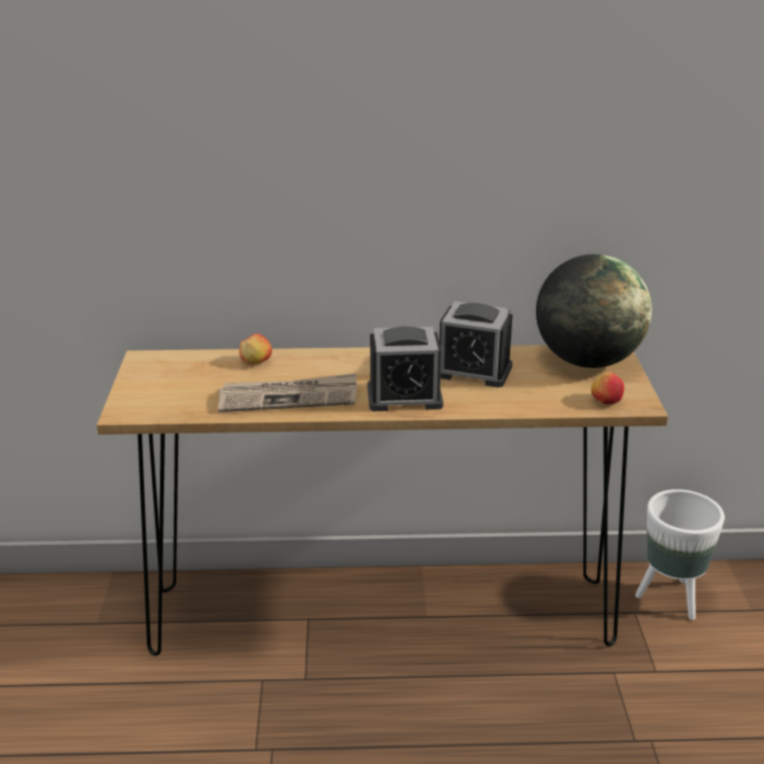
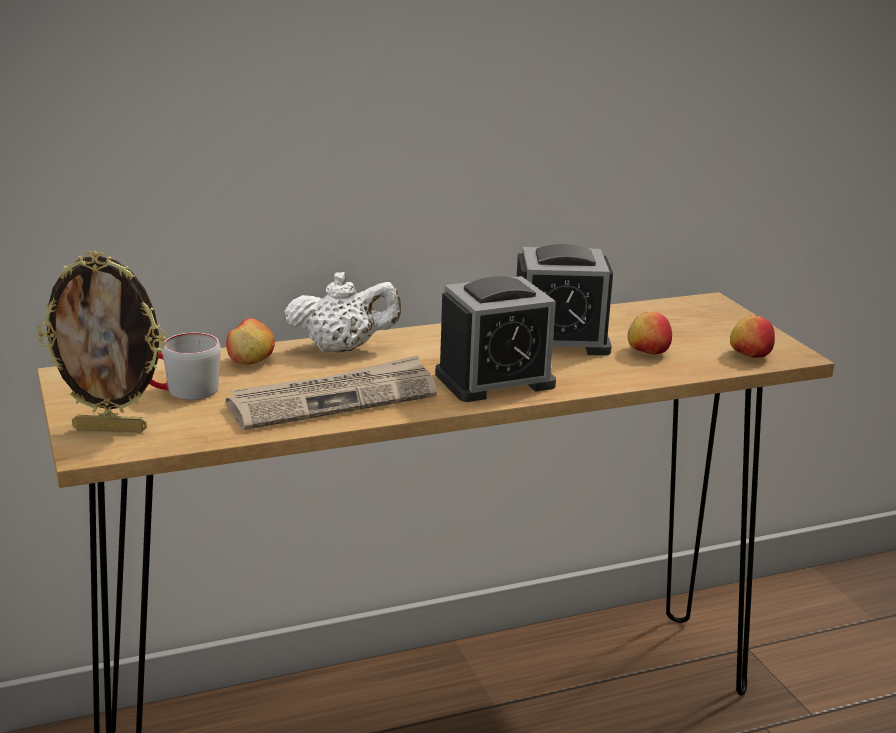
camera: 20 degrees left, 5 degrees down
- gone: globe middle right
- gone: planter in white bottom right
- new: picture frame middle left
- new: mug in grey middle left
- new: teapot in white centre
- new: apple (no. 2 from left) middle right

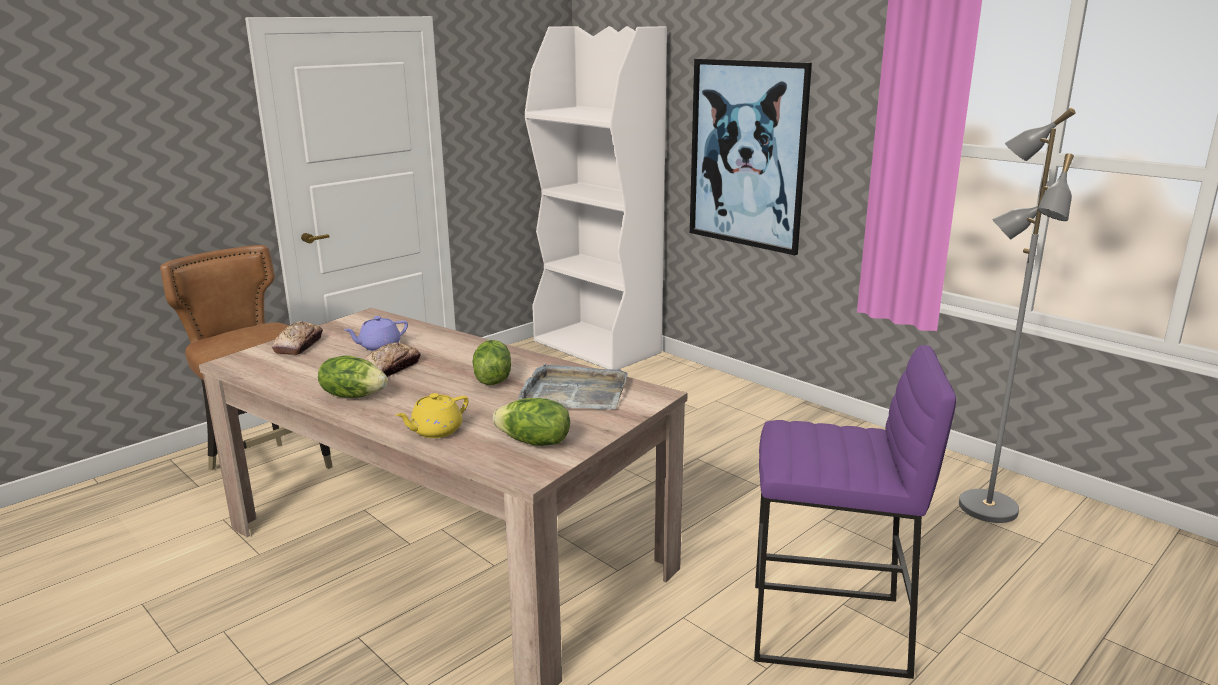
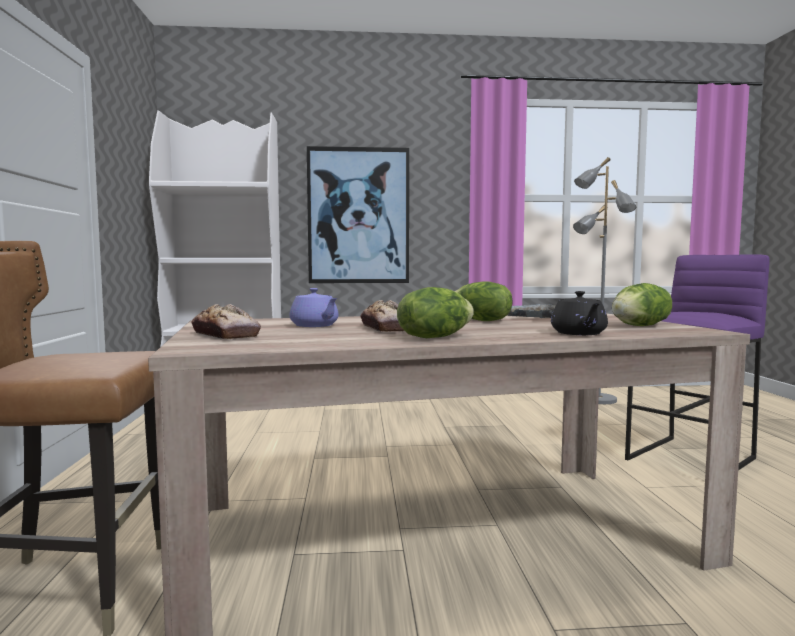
camera: 50 degrees left, 15 degrees down
- rotated: teapot in purple middle left = centre 45 degrees counterclockwise
- repainted: teapot in yellow centre to teapot in black middle right

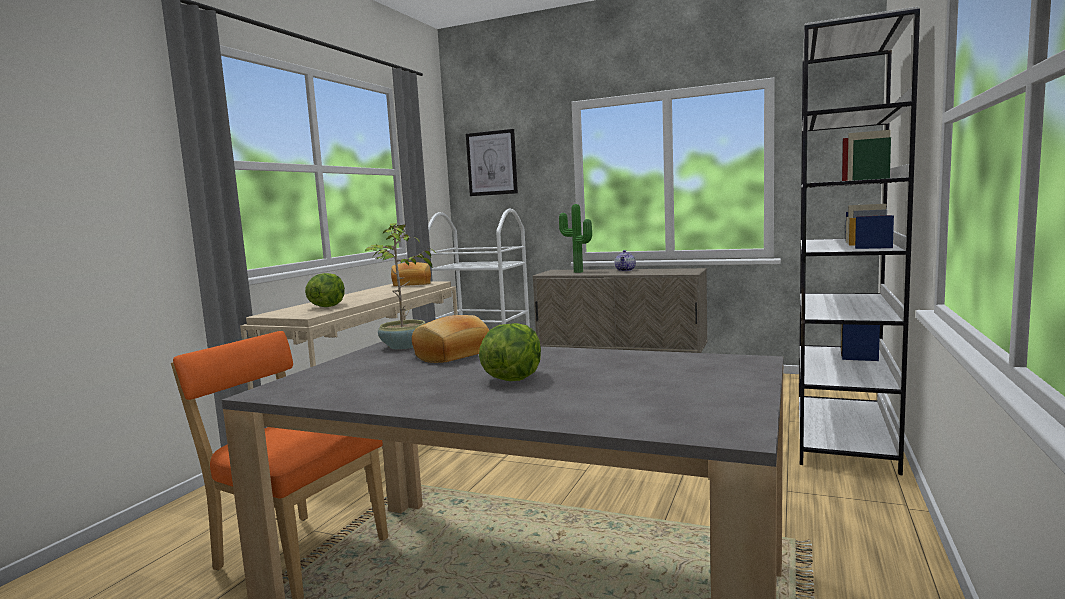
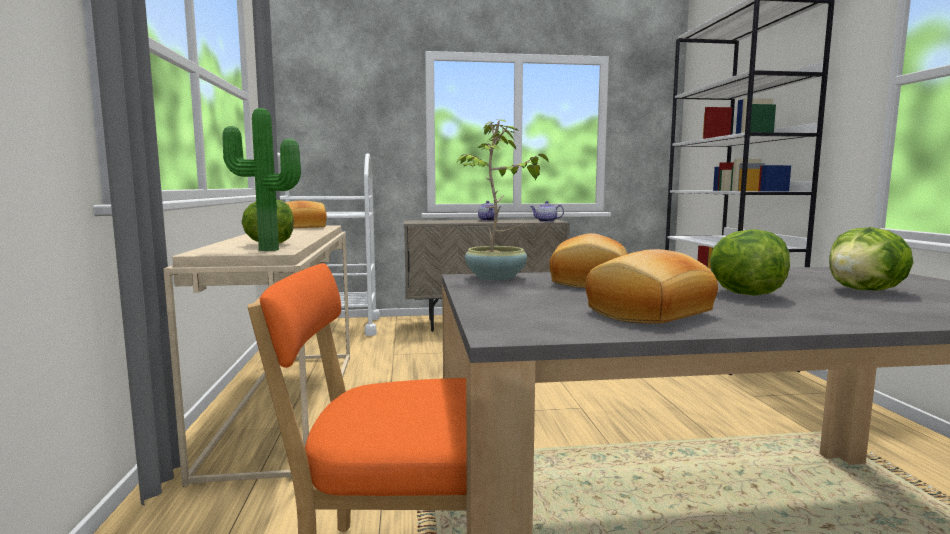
camera: 30 degrees left, 0 degrees up
- gone: picture top centre
- shifted: potted plant (no. 2 from left in the first image) centre to potted plant (no. 1 from left) middle left
- new: teapot (no. 2 from left) centre
- new: bread (no. 3 from left) middle right
- new: lettuce (no. 3 from left) middle right

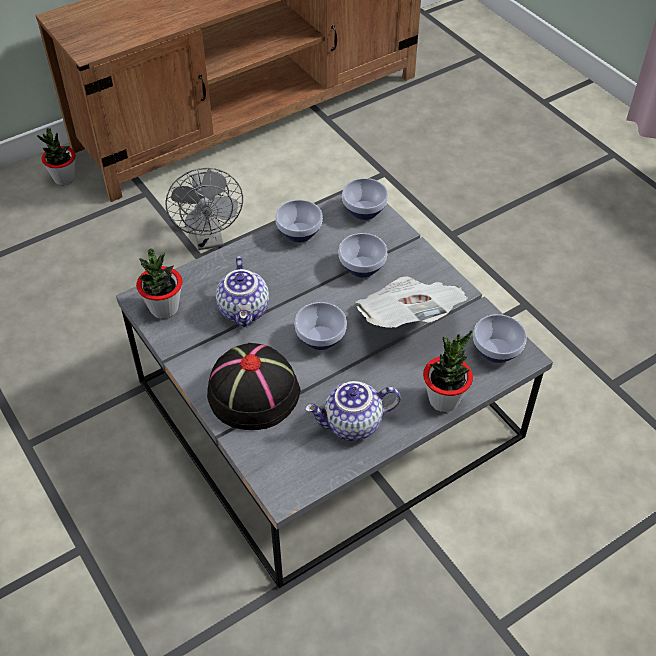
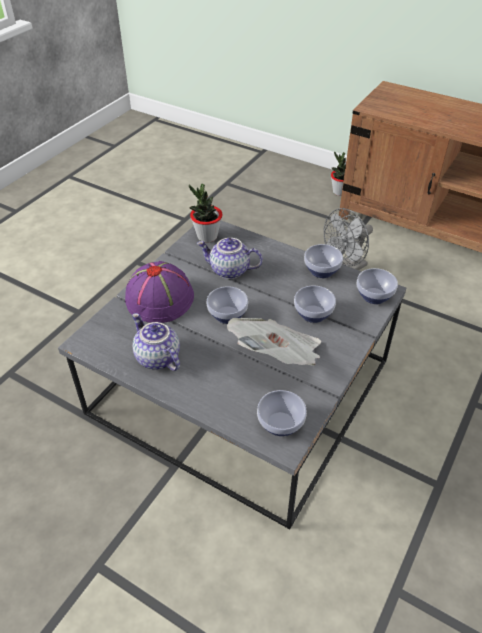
camera: 65 degrees right, 5 degrees down
- repainted: hat in black centre to hat in purple middle left
- rotated: teapot (no. 1 from left in the first image) centre = centre 45 degrees clockwise
- gone: potted plant (no. 3 from left) middle right

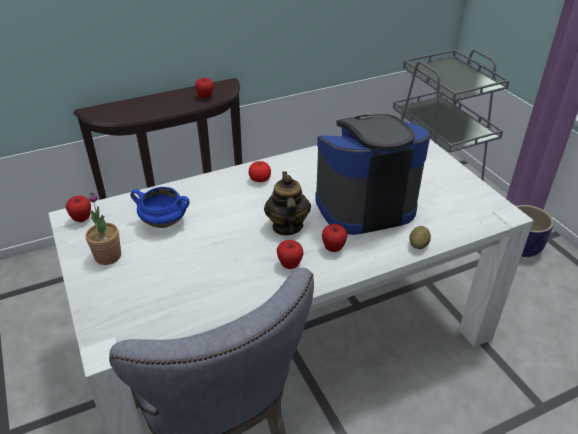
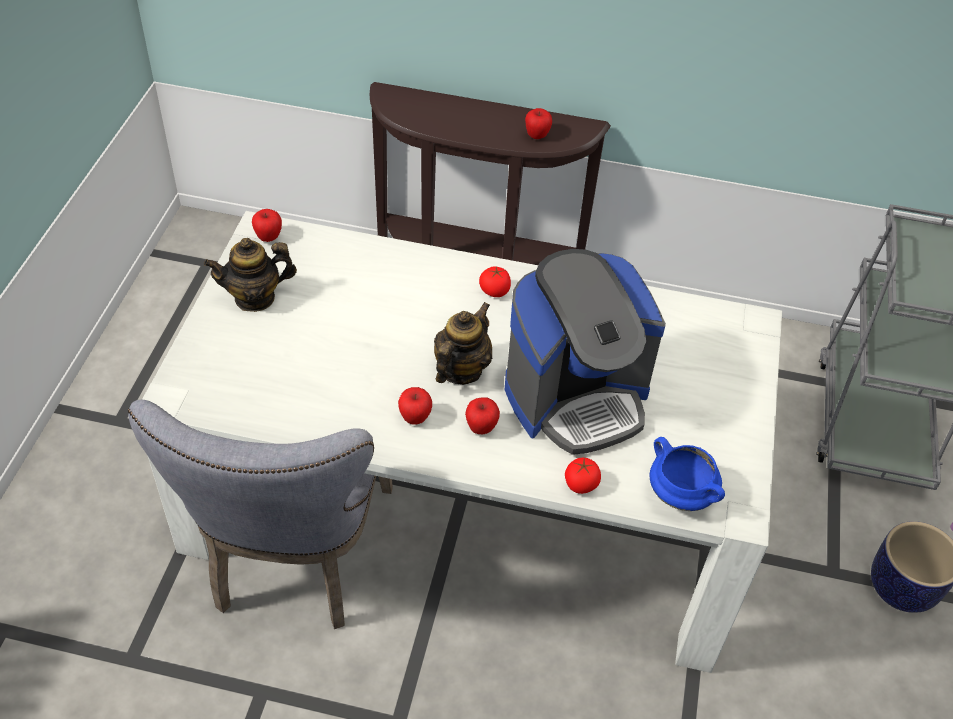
camera: 35 degrees right, 10 degrees up
- swapped: potted plant middle left to teapot (no. 1 from left) middle left
- shifted: cooking pot in blue middle left to middle right
- rotated: coffee machine centre = centre 135 degrees clockwise
- swapped: potato middle right to tomato (no. 2 from left) centre

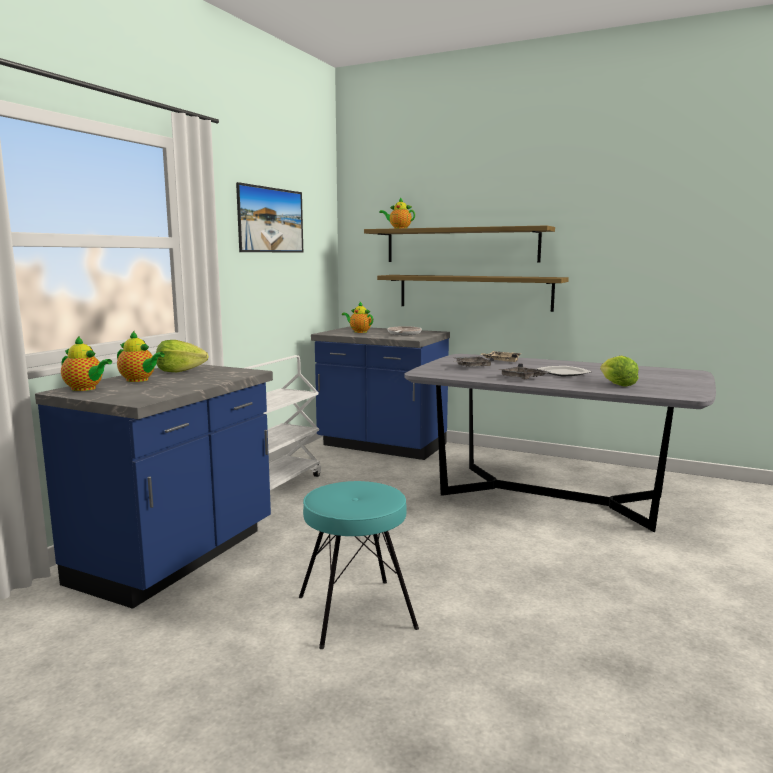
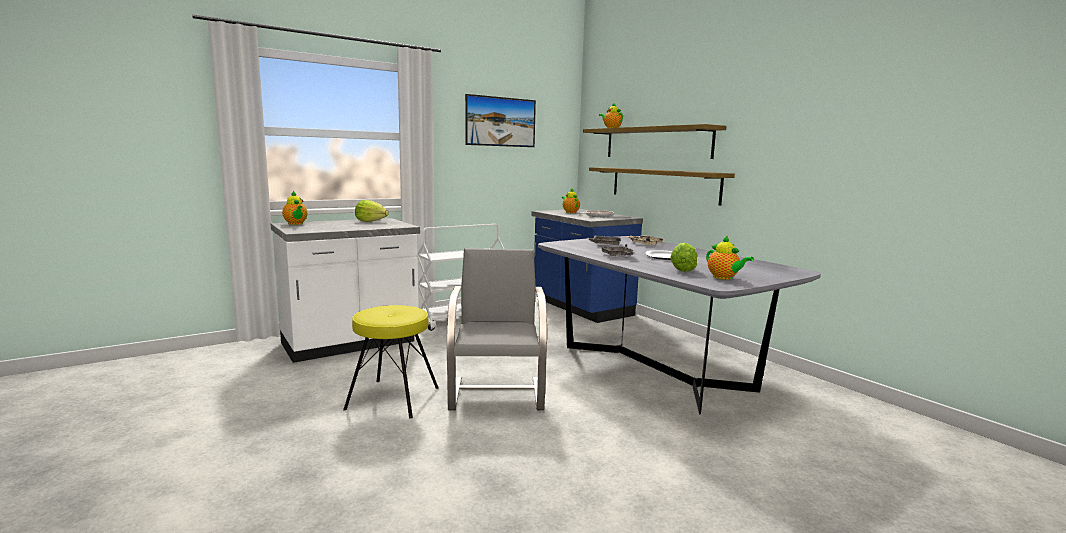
camera: 30 degrees right, 0 degrees up
- repainted: counter in blue (no. 1 from left) middle left to counter in white middle left
- shifted: teapot (no. 2 from left in the first image) middle left to teapot (no. 4 from left) middle right
- repainted: stool in turquoise bottom centre to stool in yellow bottom centre
- new: chair in grey centre

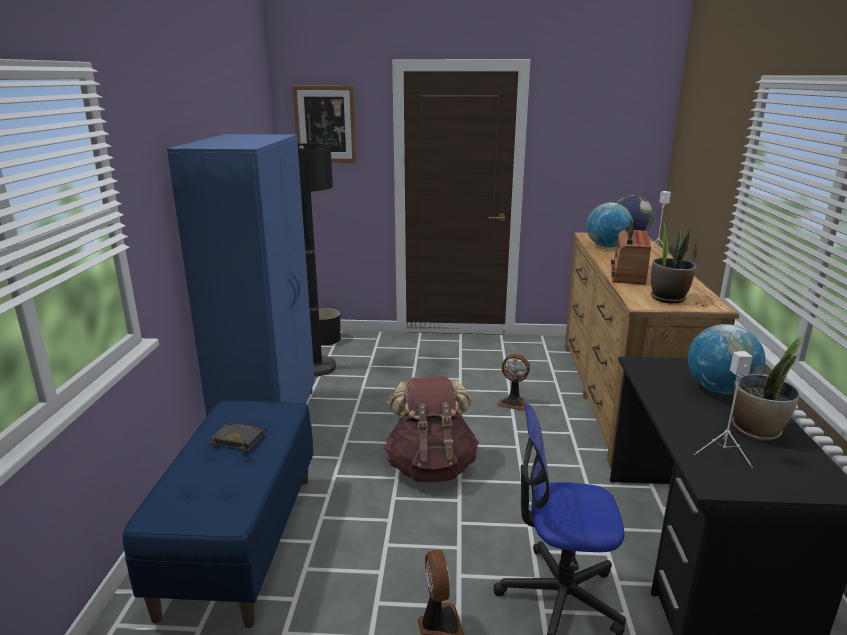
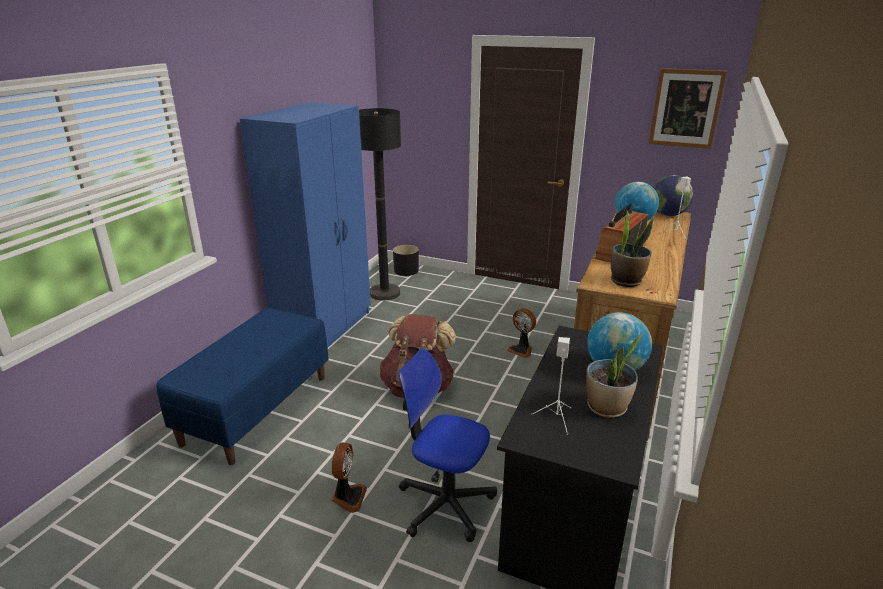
camera: 20 degrees right, 5 degrees up
- gone: book in black bottom left
- shifted: picture top centre to top right

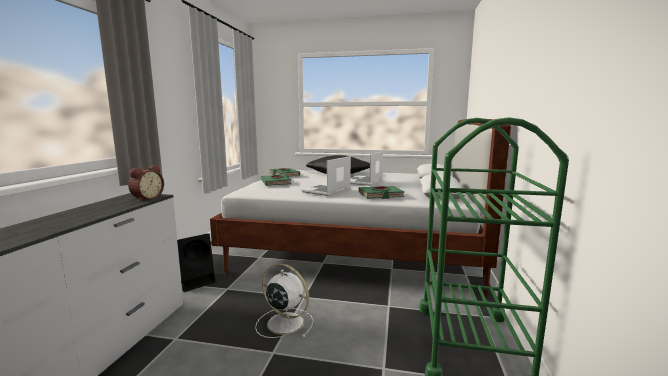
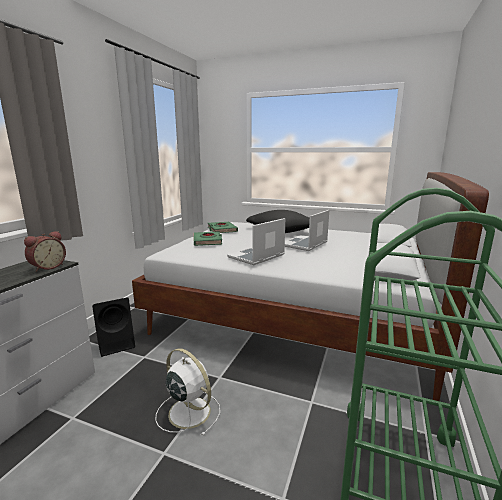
camera: 10 degrees right, 5 degrees up
- gone: book in green (no. 3 from left) centre

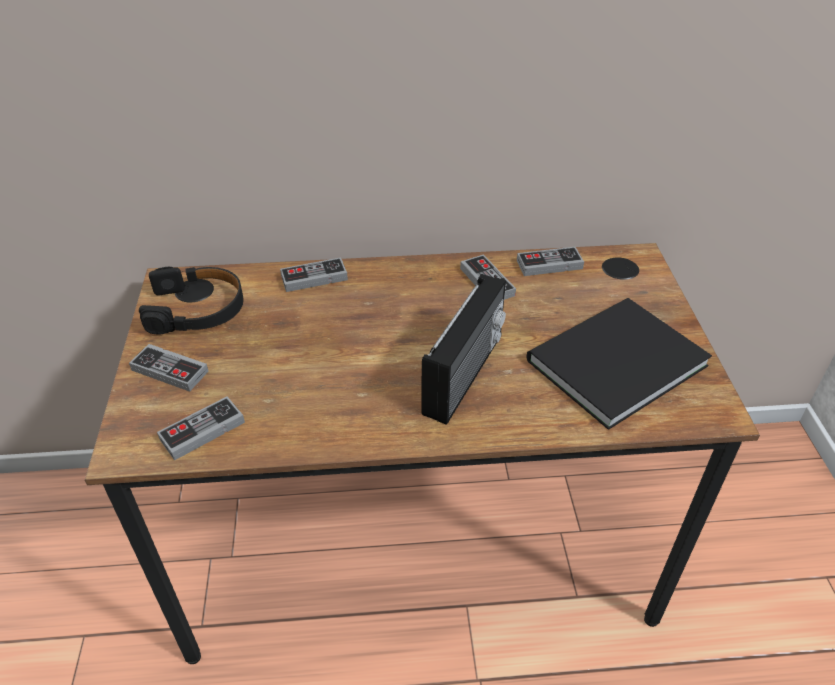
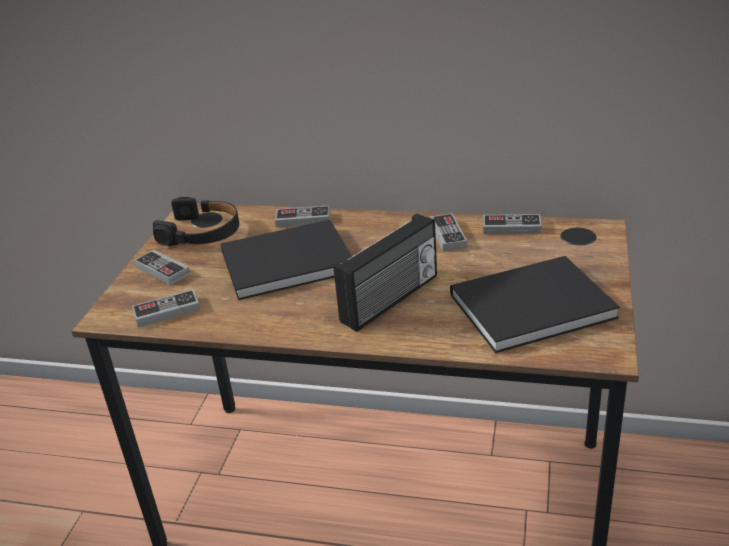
camera: 20 degrees right, 10 degrees down
- new: book in black (no. 1 from left) centre

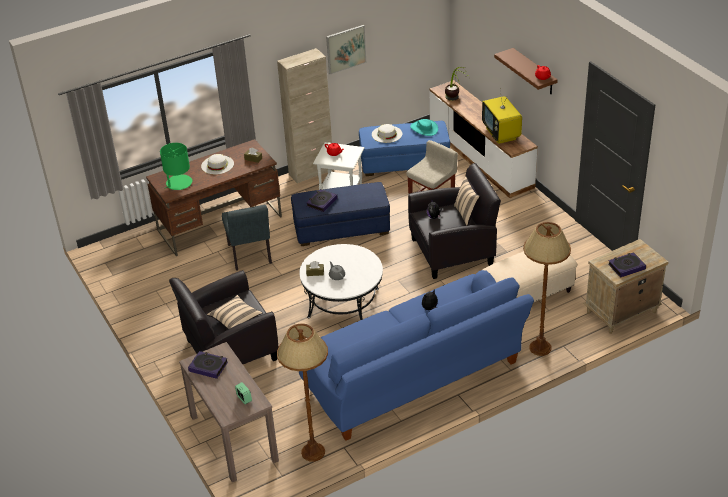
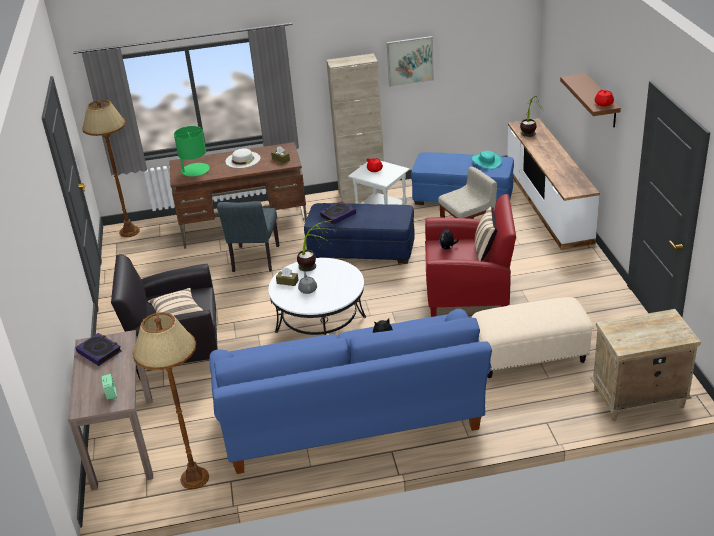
camera: 20 degrees right, 5 degrees down
- gone: hat in white (no. 2 from left) top centre
- repainted: armchair in black (no. 2 from left) centre to armchair in red centre
- gone: television top right
- shifted: floor lamp in brown (no. 2 from left in the first image) middle right to floor lamp in brown (no. 1 from left) top left
- gone: book (no. 3 from left) middle right
- new: potted plant (no. 1 from left) centre

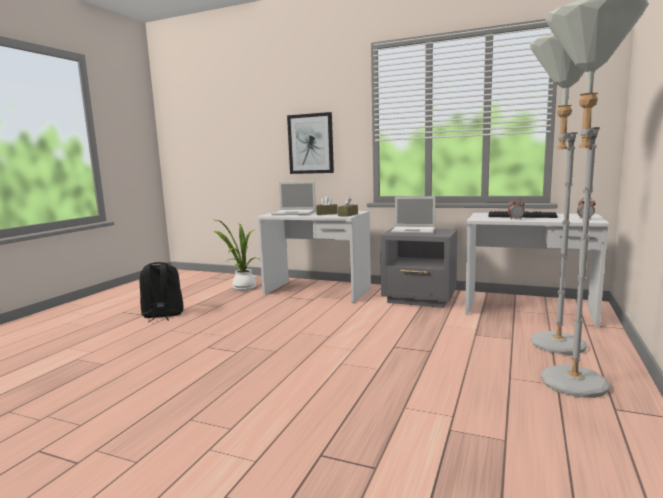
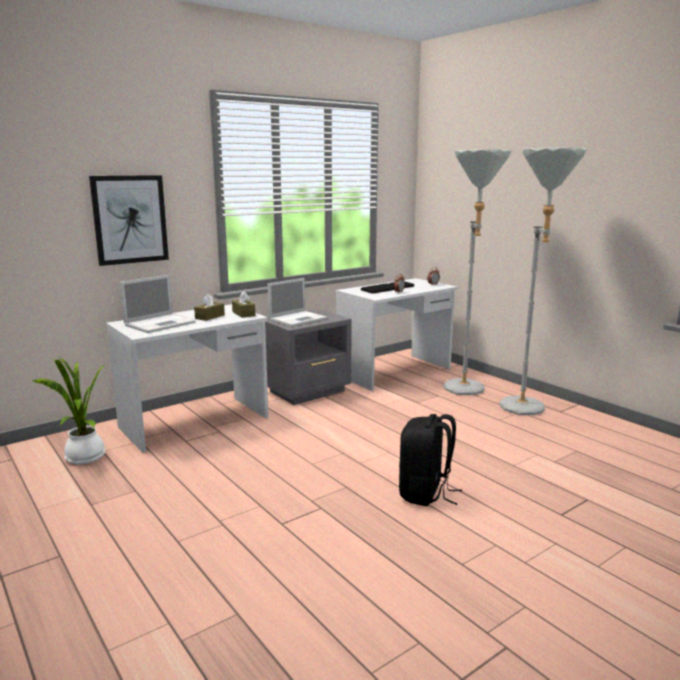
camera: 60 degrees left, 5 degrees up
- shifted: backpack in black middle left to bottom centre

